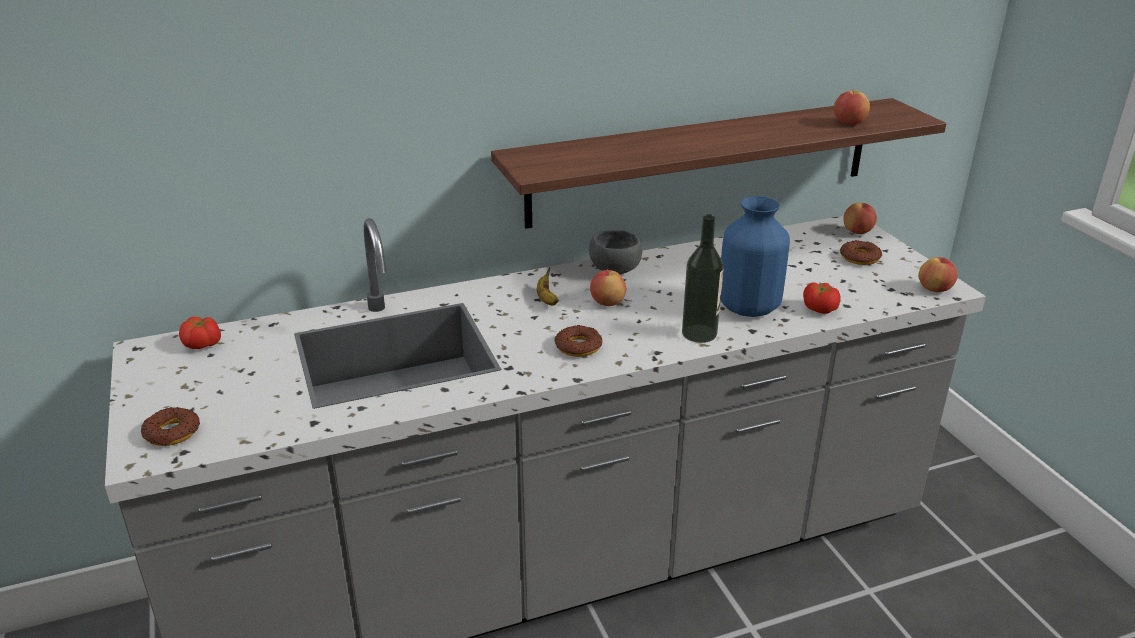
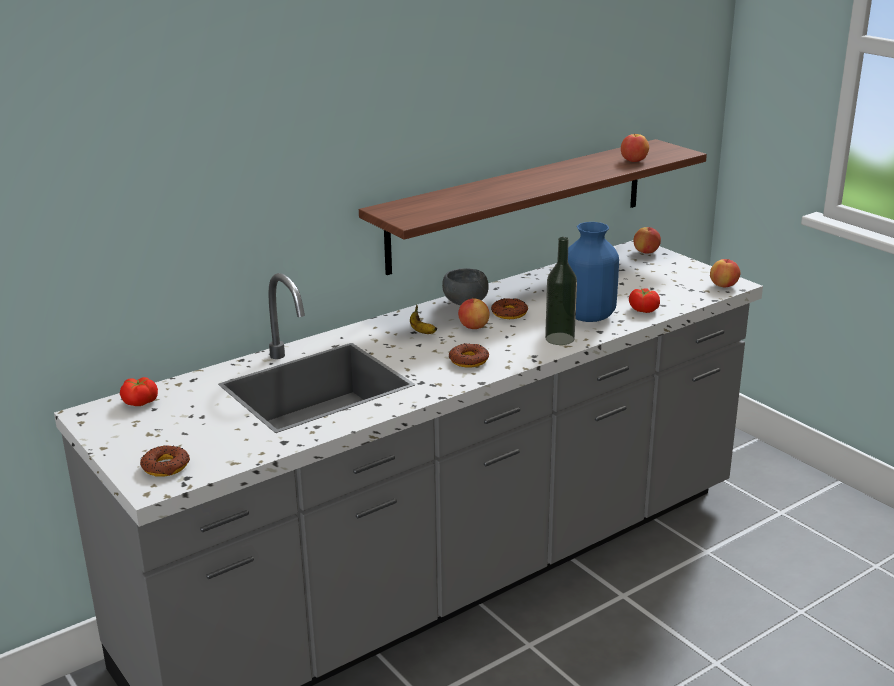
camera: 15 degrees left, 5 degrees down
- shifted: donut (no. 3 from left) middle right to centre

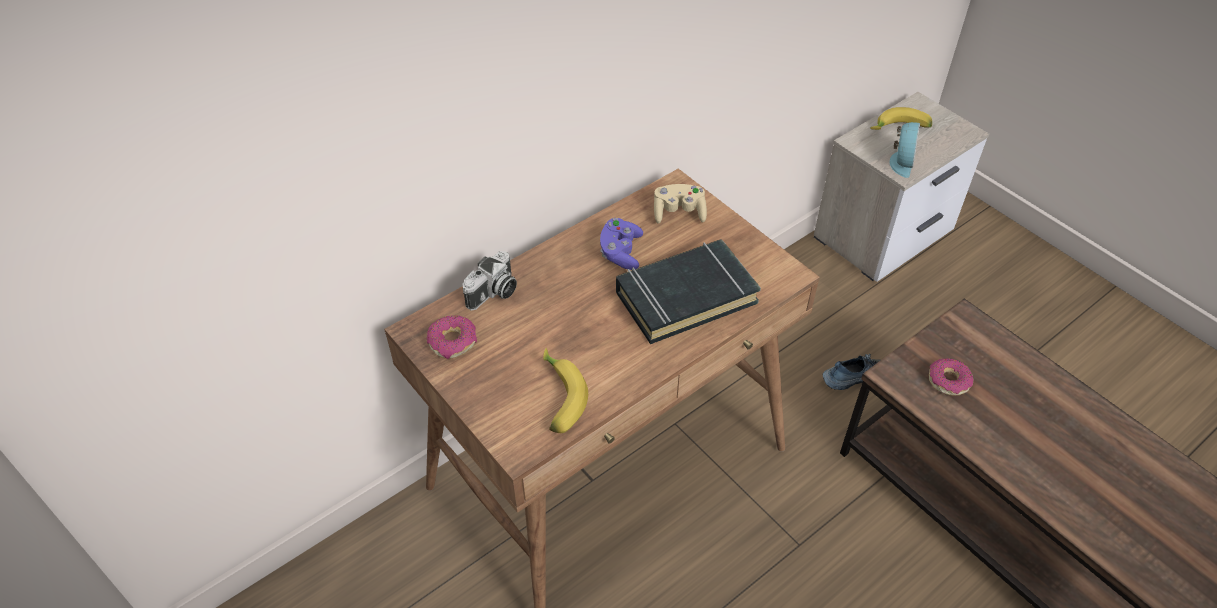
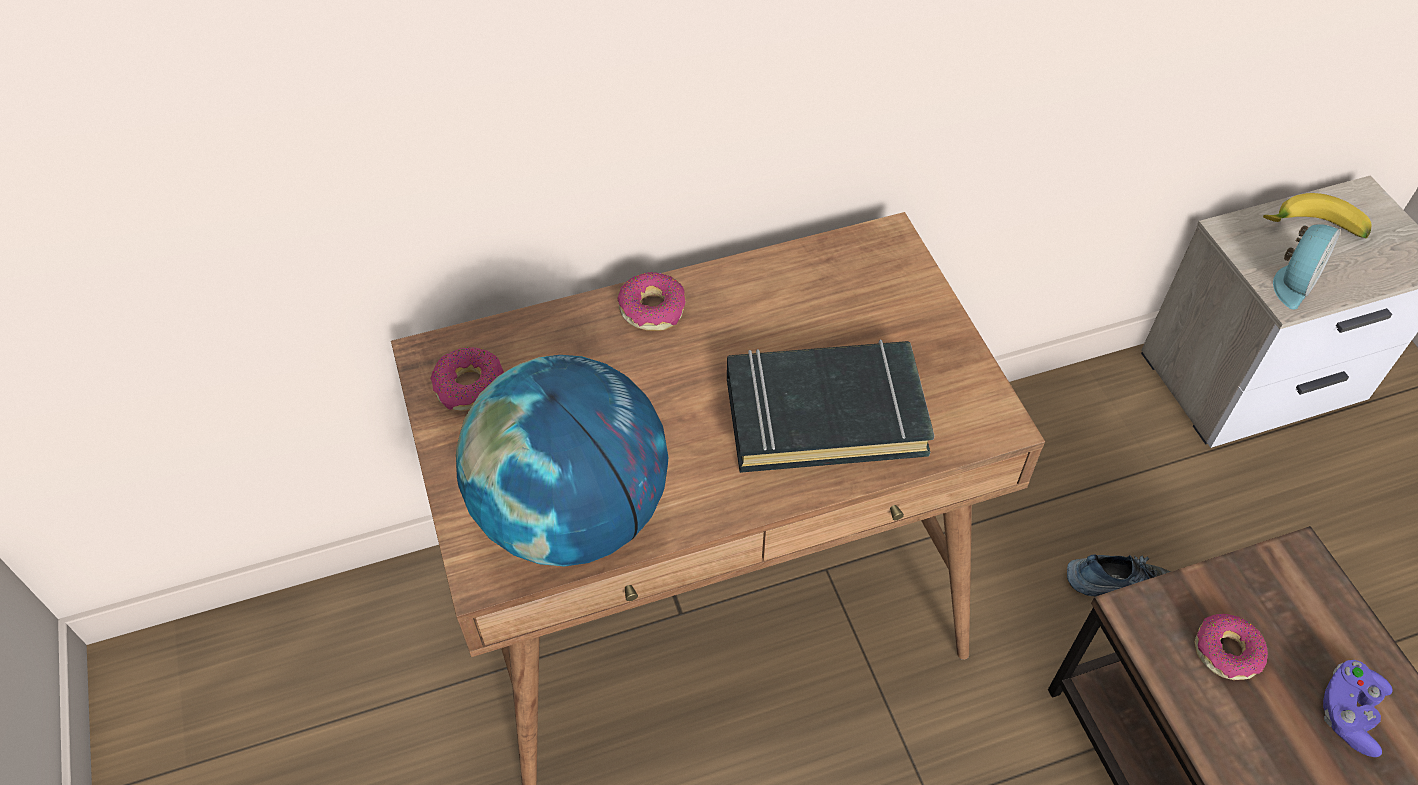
camera: 20 degrees right, 5 degrees up
- gone: photo camera centre
- swapped: banana (no. 1 from left) centre to globe centre
- shifted: game controller in purple centre to bottom right
- gone: game controller in beige centre
- new: donut (no. 2 from left) centre

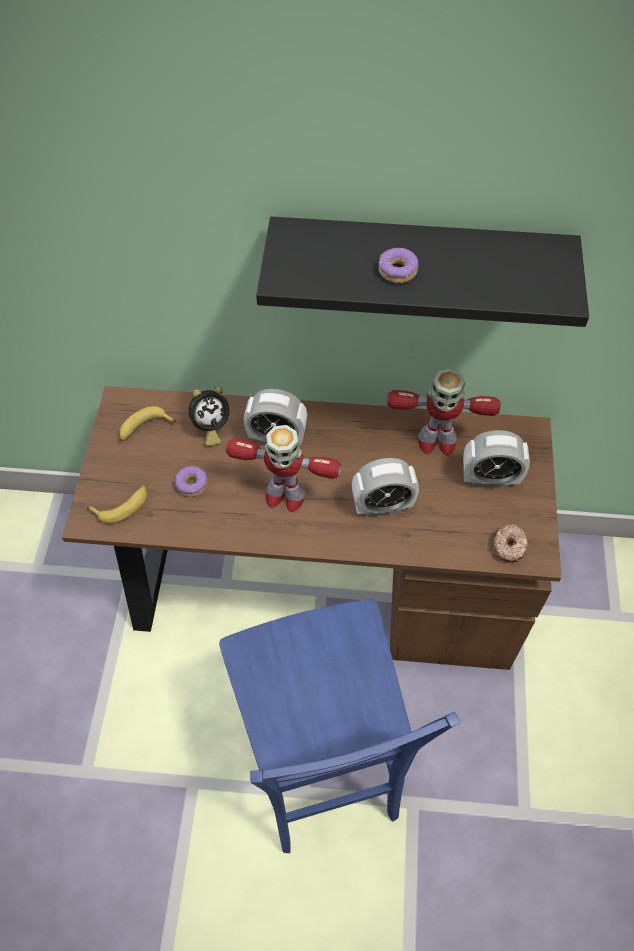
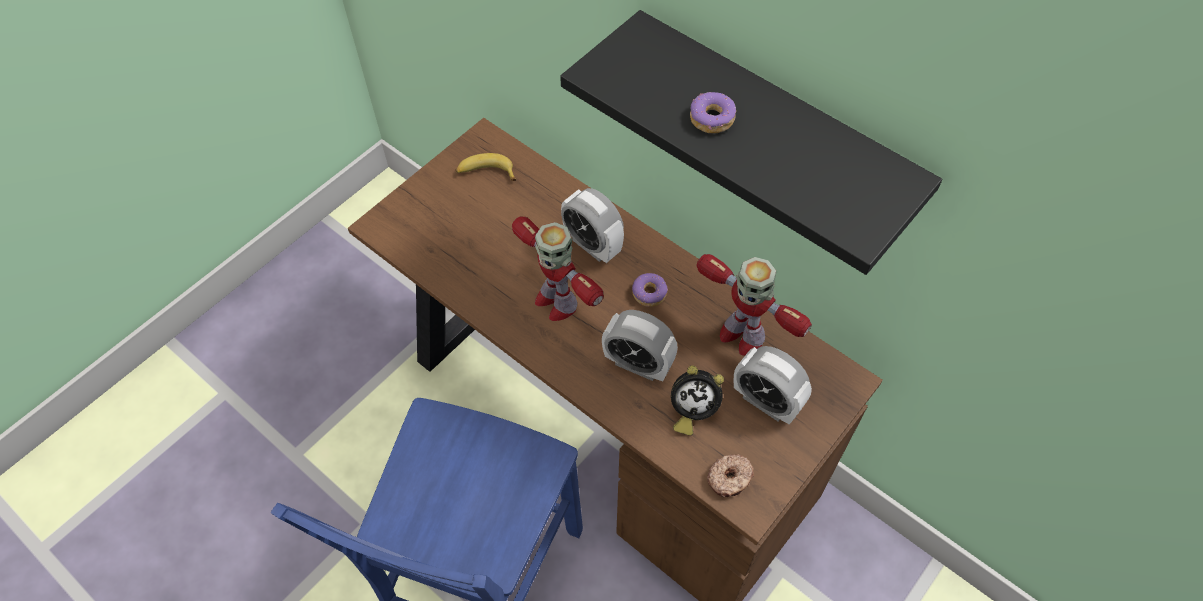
camera: 35 degrees right, 0 degrees up
- gone: banana (no. 1 from left) middle left
- shifted: donut (no. 1 from left) middle left to centre
- shifted: alarm clock (no. 1 from left in the first image) middle left to alarm clock (no. 3 from left) centre

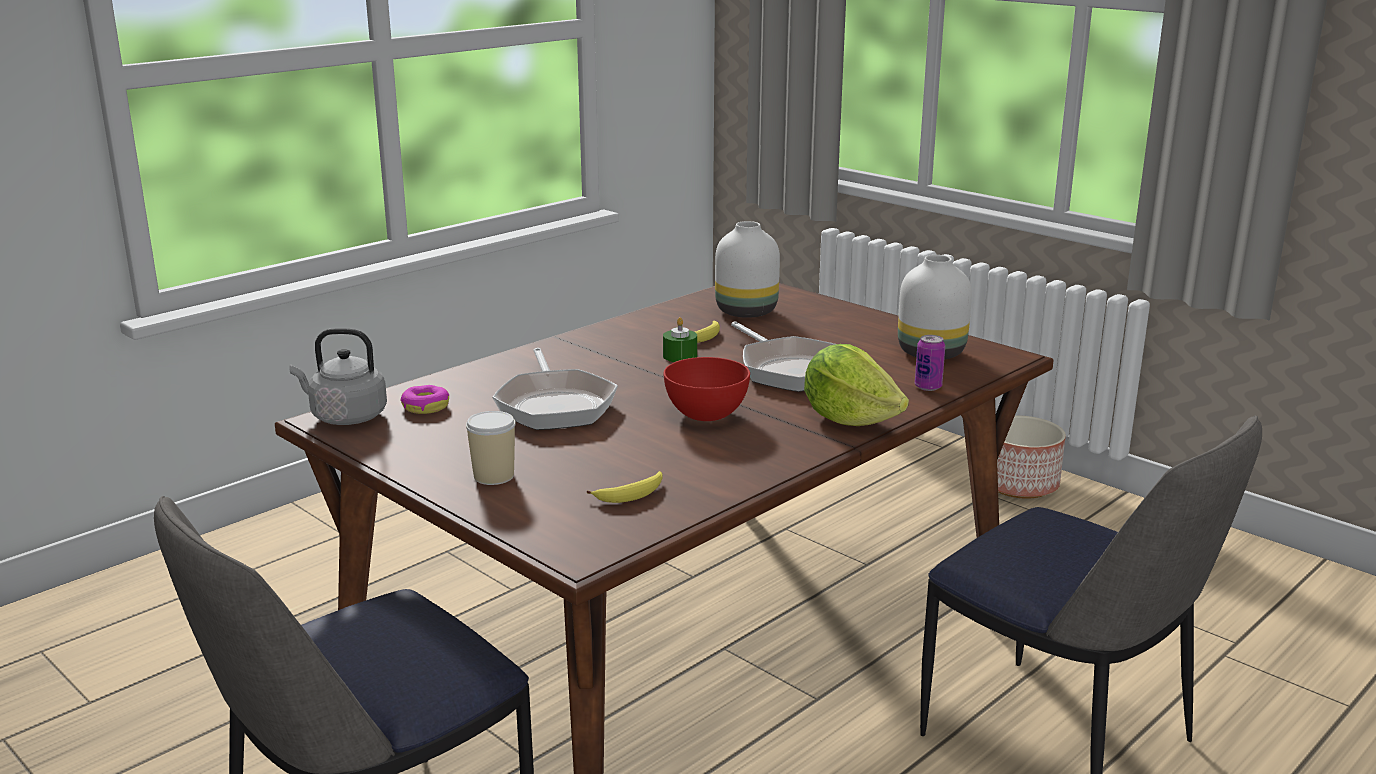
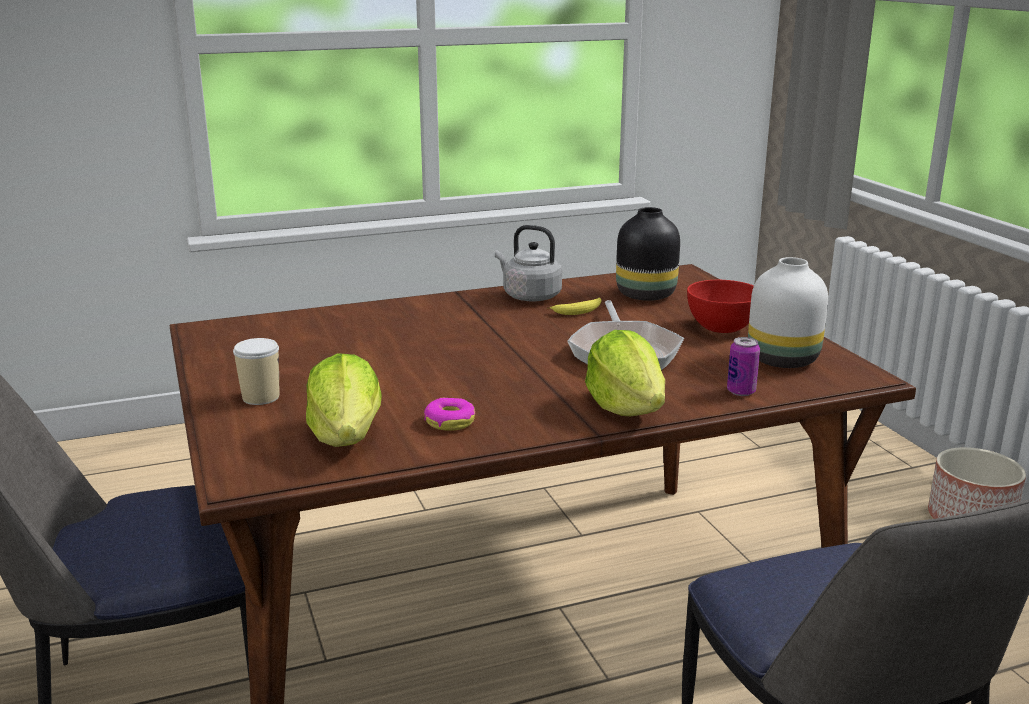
camera: 25 degrees right, 0 degrees up
- shifted: kettle in grey middle left to centre
- shifted: donut middle left to centre
- gone: frying pan (no. 1 from left) centre
- swapped: banana (no. 1 from left) centre to lettuce (no. 1 from left) centre
- gone: candle in green centre
- shifted: bowl in red centre to middle right
- repainted: vase in white (no. 1 from left) centre to vase in black centre

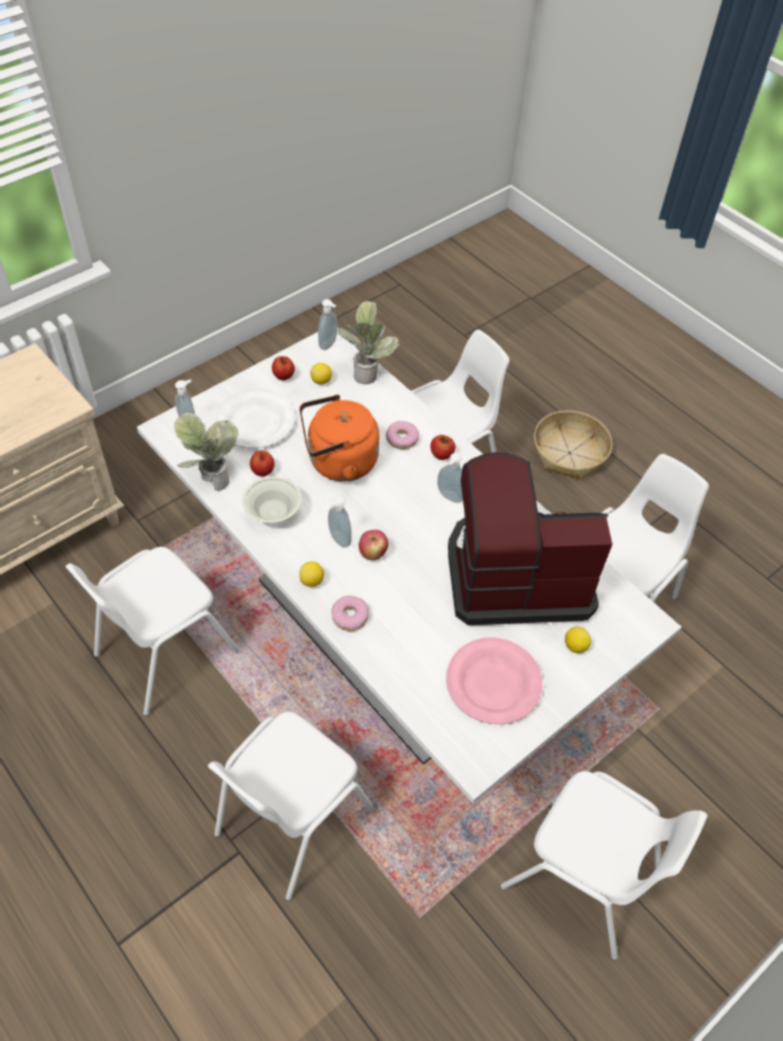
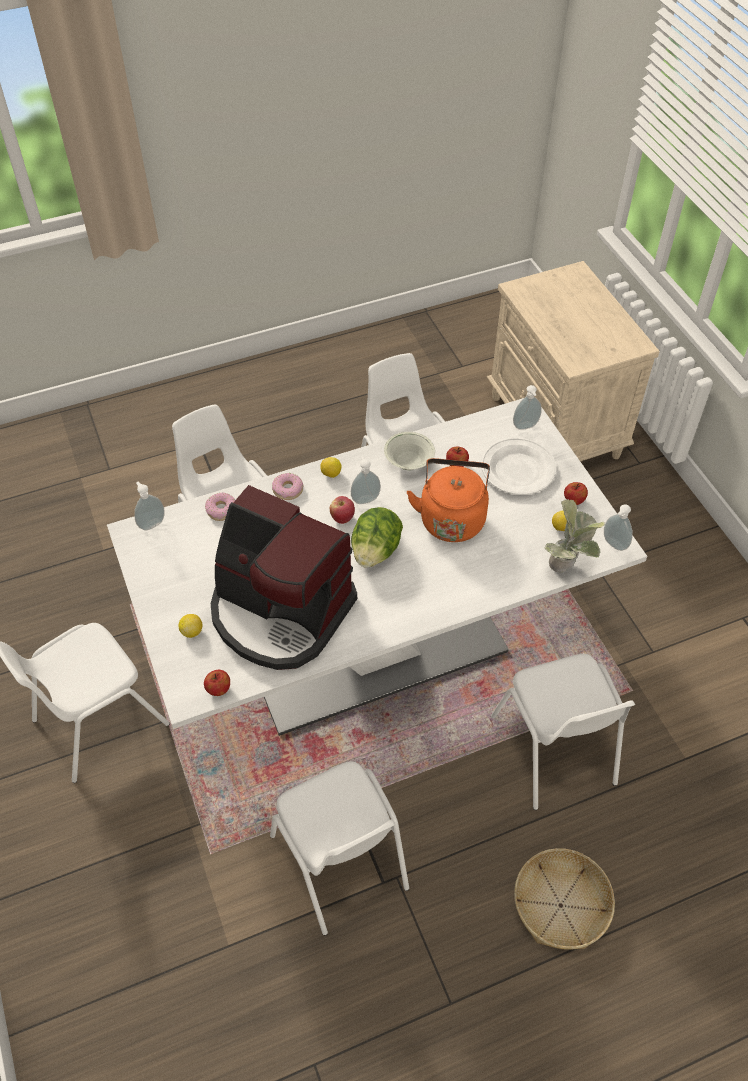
camera: 110 degrees right, 0 degrees up
- gone: potted plant (no. 1 from left) middle left
- shifted: donut (no. 2 from left in the first image) centre to donut (no. 1 from left) middle left
- shifted: apple (no. 4 from left in the first image) centre to apple (no. 1 from left) middle left
- shifted: soap dispenser (no. 4 from left in the first image) centre to soap dispenser (no. 1 from left) middle left
- gone: plate in pink centre
- rotated: coffee machine middle right = centre 105 degrees clockwise
- new: lettuce centre

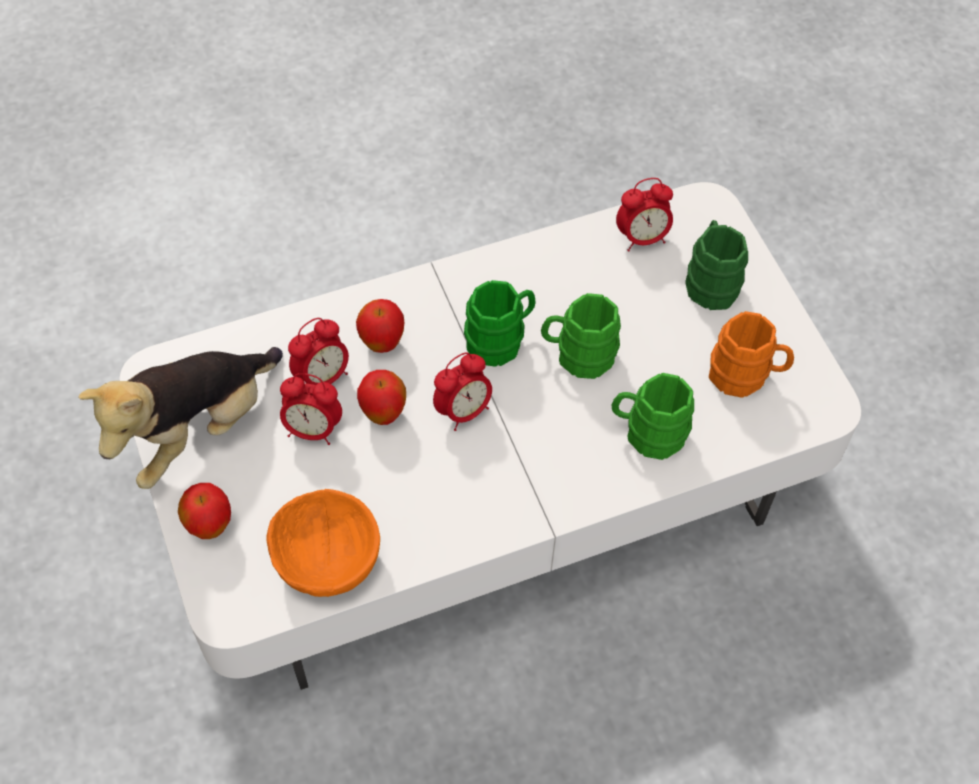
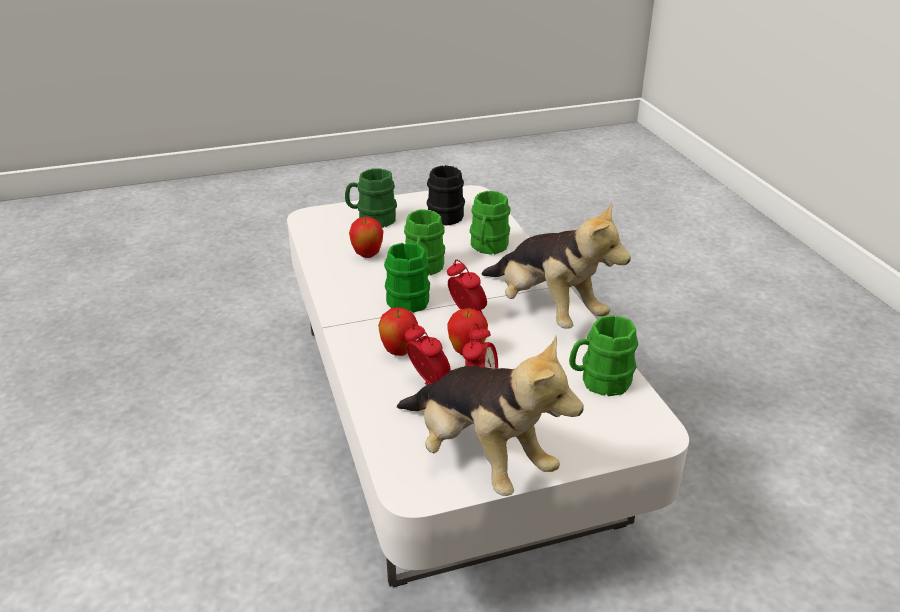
camera: 85 degrees left, 25 degrees down
- shifted: apple (no. 1 from left) middle left to centre
- swapped: bowl in orange bottom left to mug in green (no. 5 from left) middle right
- gone: alarm clock (no. 4 from left) top centre
- repainted: mug in orange middle right to mug in black top centre
- new: plush toy (no. 2 from left) centre

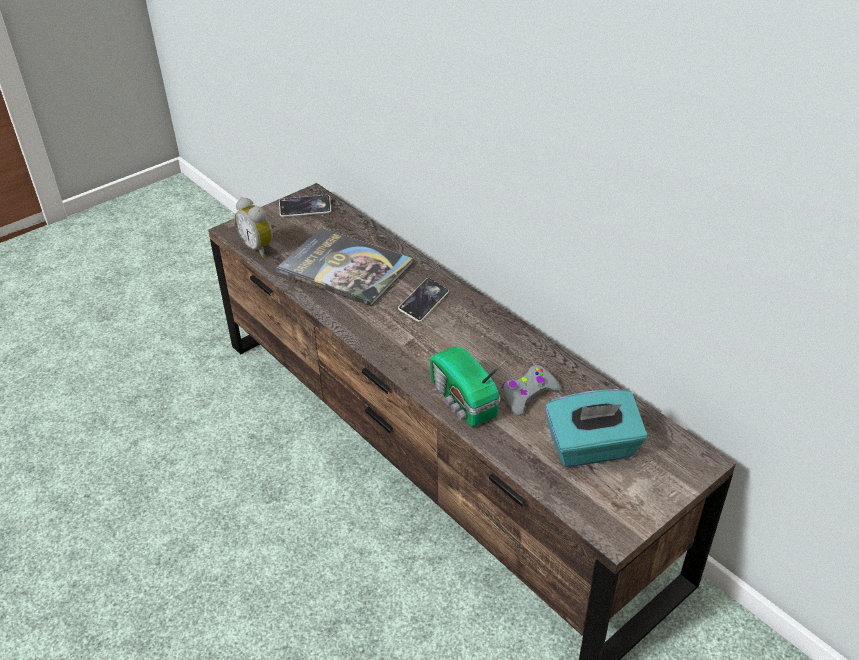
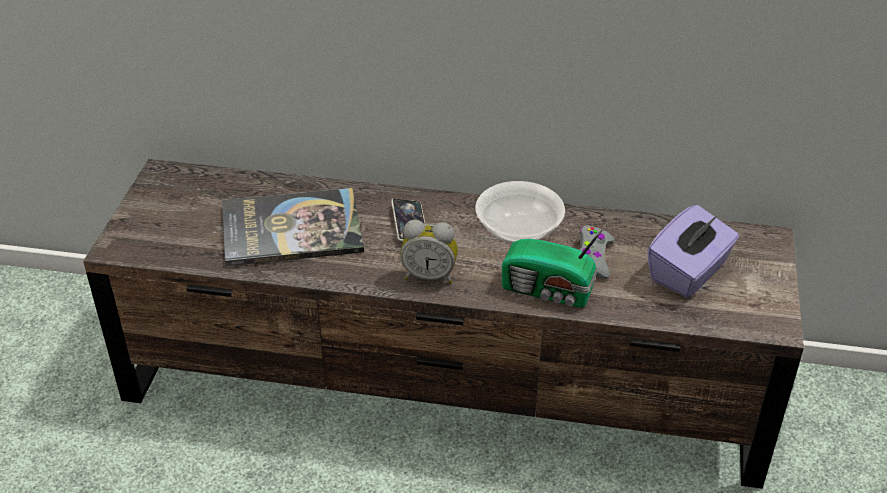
camera: 40 degrees left, 0 degrees up
- shifted: alarm clock middle left to centre
- gone: phone (no. 1 from left) top centre
- repainted: tissue box in turquoise middle right to tissue box in purple middle right
- new: bowl centre

